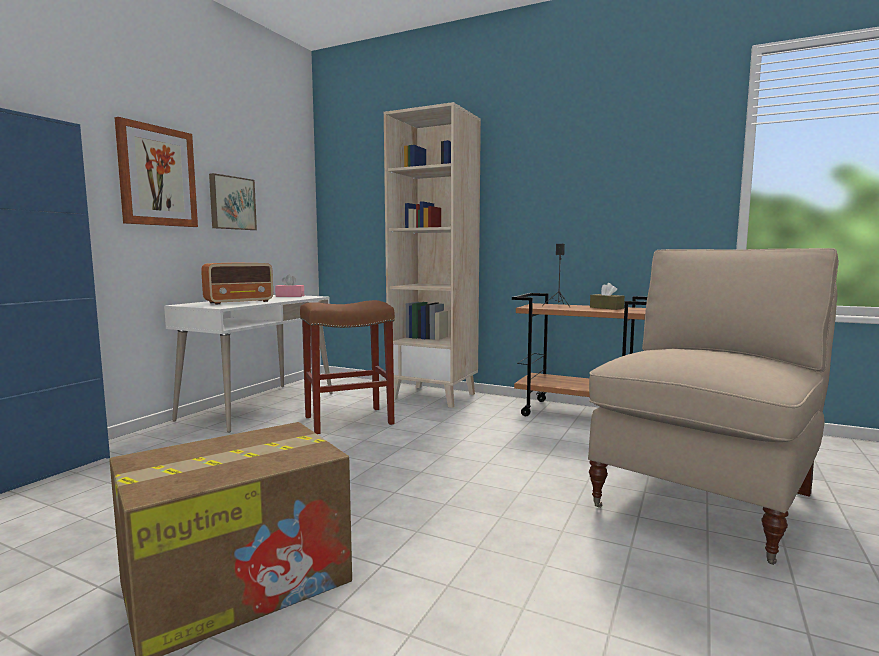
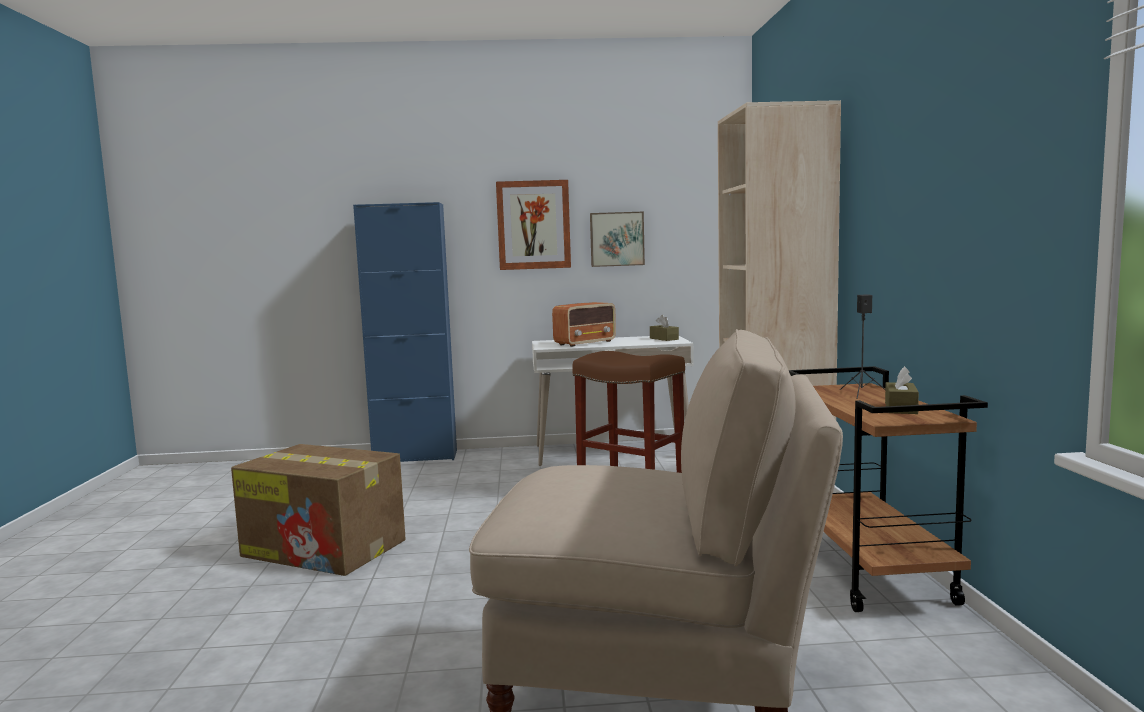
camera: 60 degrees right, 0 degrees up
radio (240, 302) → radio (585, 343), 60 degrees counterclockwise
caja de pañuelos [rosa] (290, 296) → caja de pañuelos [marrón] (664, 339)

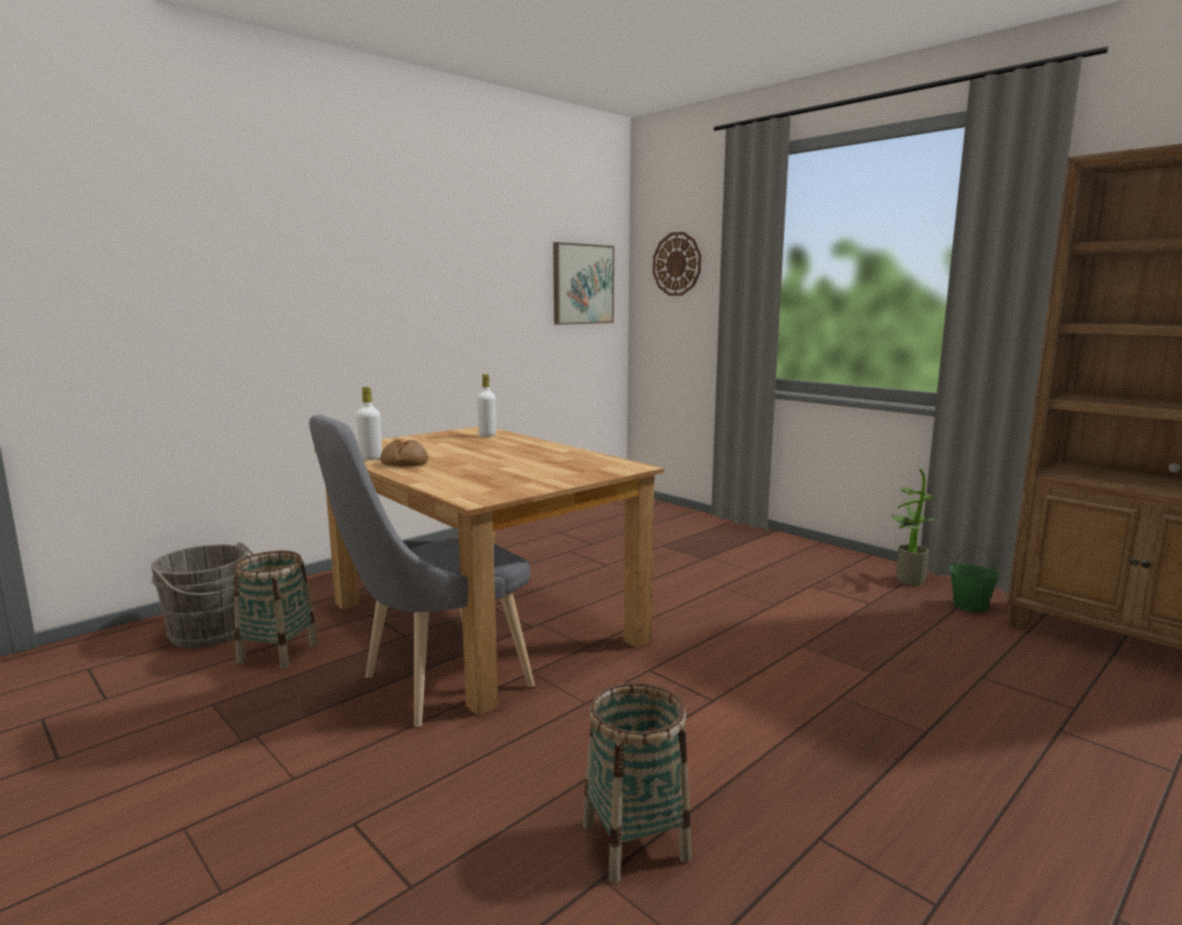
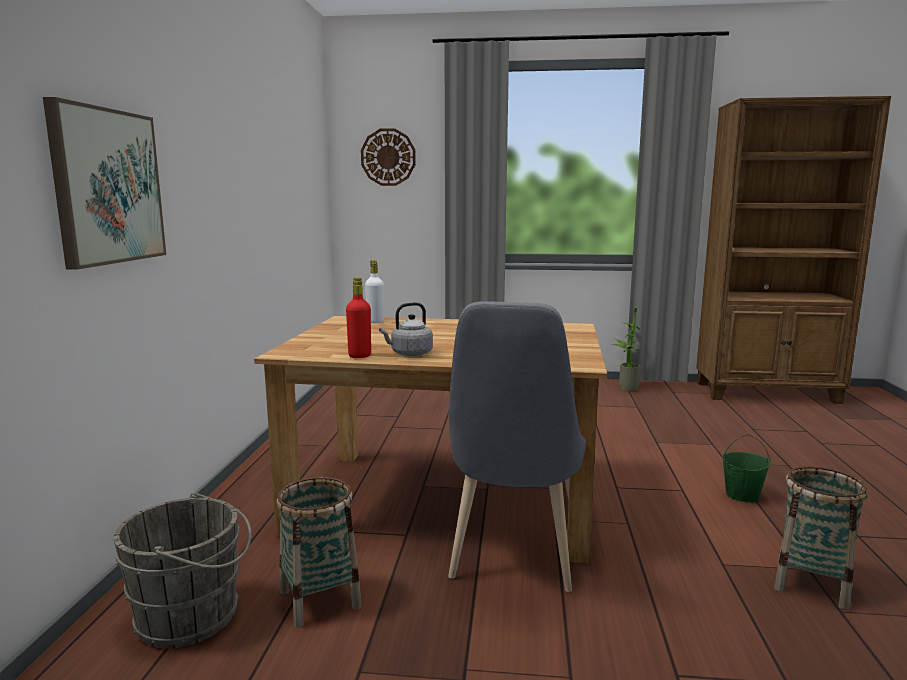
camera: 40 degrees left, 0 degrees up
cuadro (582, 284) → cuadro (107, 186), move
botella [blanco] (371, 458) → botella [rojo] (359, 356)
pan (404, 463) → hervidor [gris] (409, 354)
cubo [verde] (970, 606) → cubo [verde] (742, 495), move

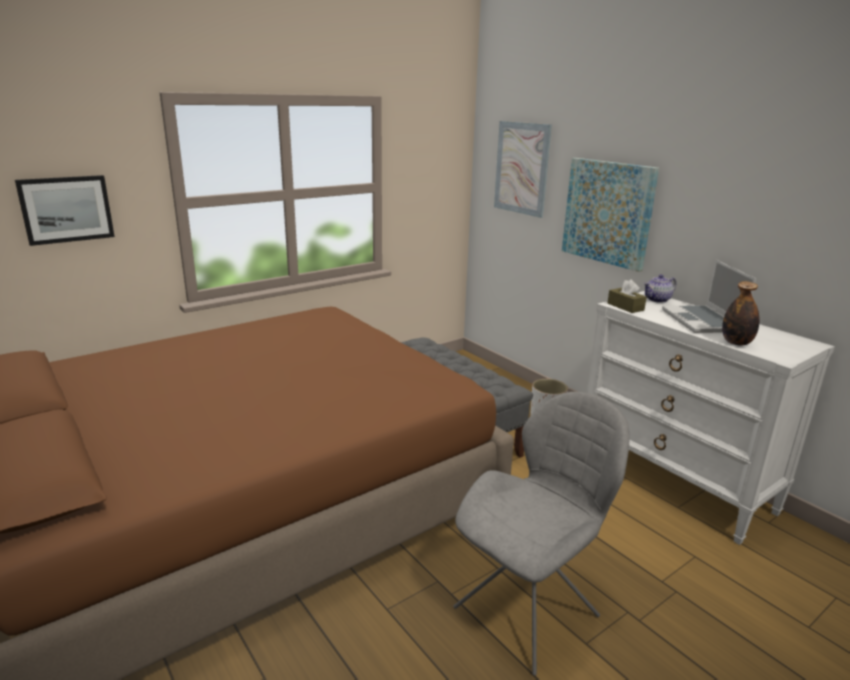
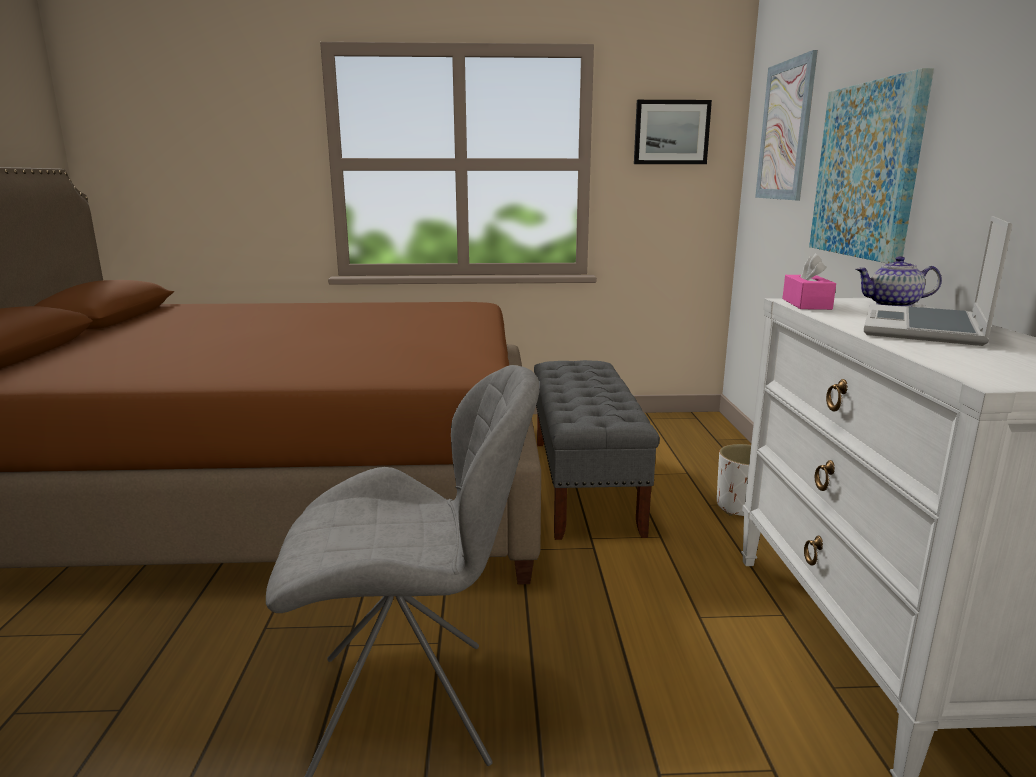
camera: 35 degrees right, 5 degrees down
cuadro (66, 209) → cuadro (671, 132), move
caja de pañuelos [marrón] (625, 307) → caja de pañuelos [rosa] (806, 304)
botella (736, 343) → -

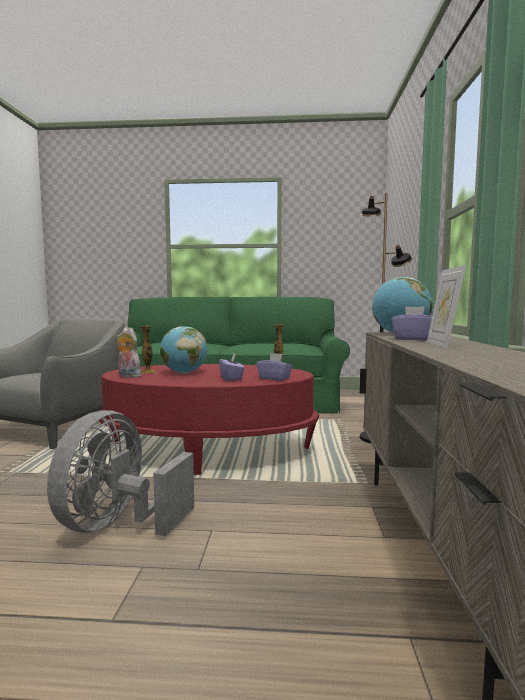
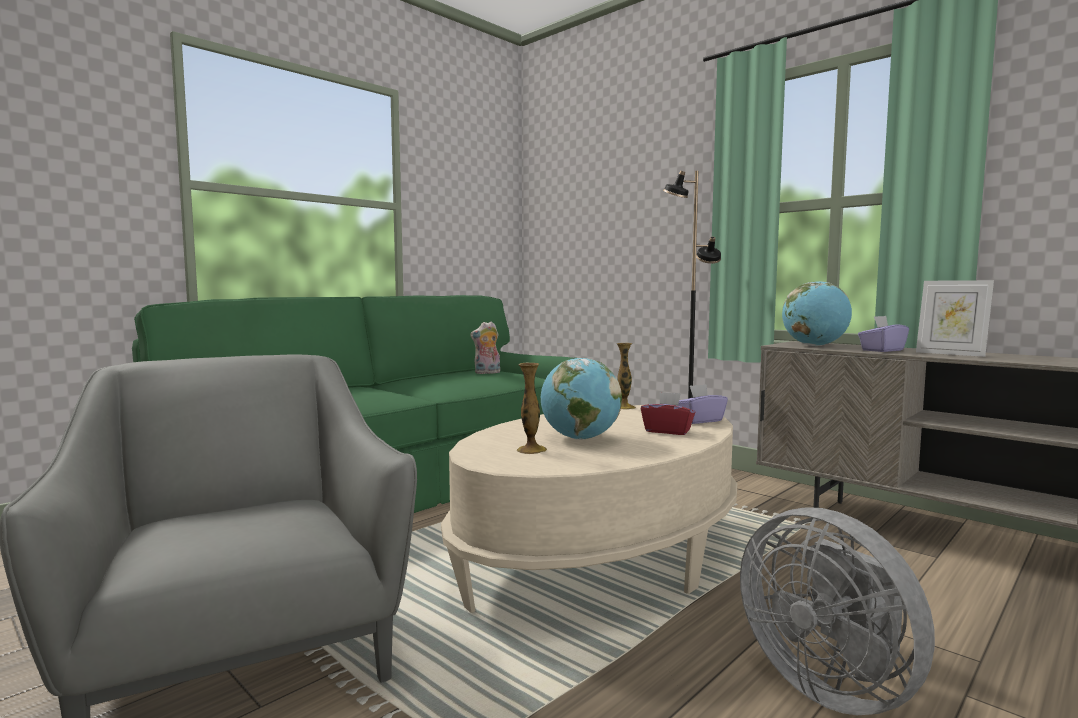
camera: 50 degrees left, 0 degrees up
mesa de centro [rojo] (208, 449) → mesa de centro [beis] (601, 557)
peluche (128, 376) → peluche (487, 373), move
caja de pañuelos [morado] (231, 378) → caja de pañuelos [rojo] (667, 431)

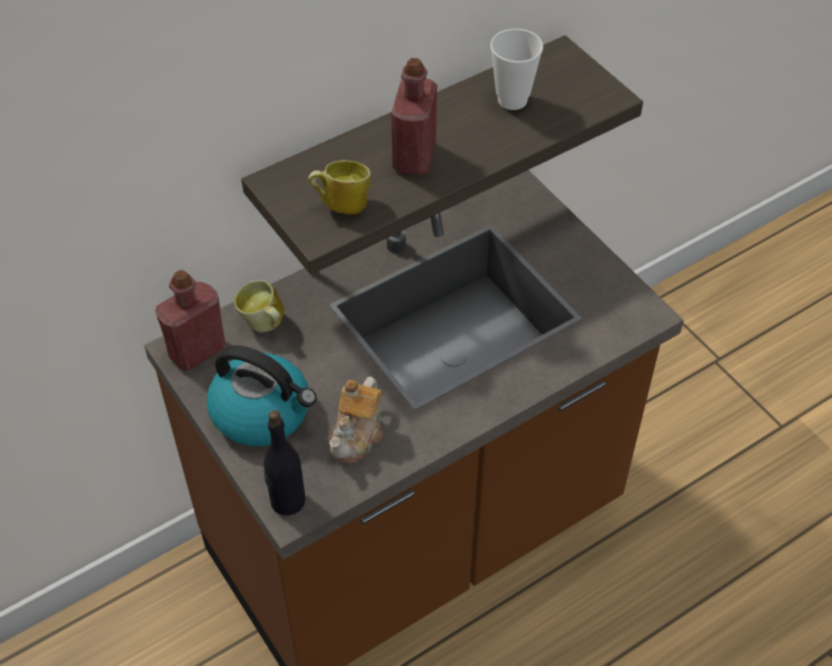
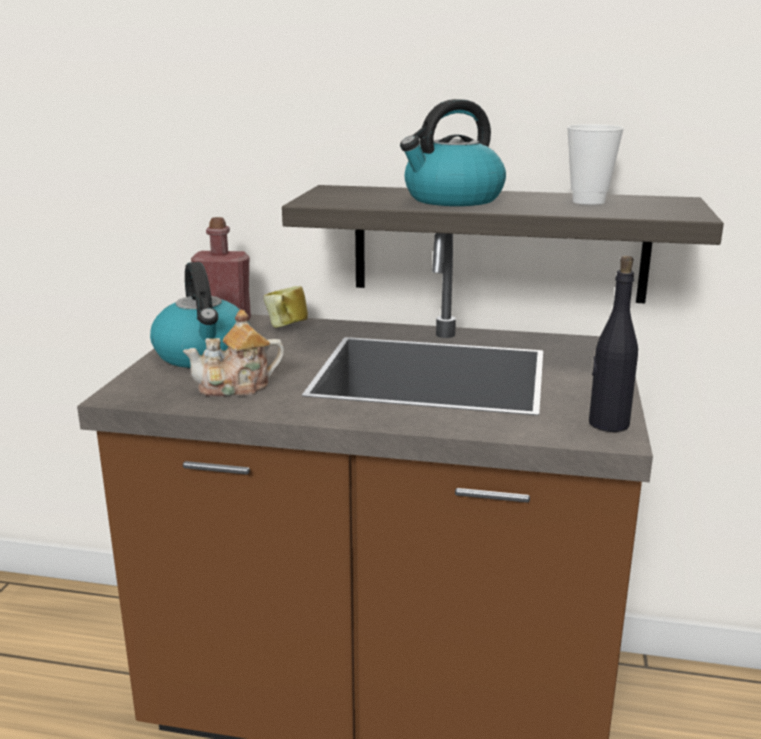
camera: 45 degrees right, 30 degrees down
botella [rojo] (414, 157) → hervidor (452, 199)
botella [negro] (287, 501) → botella [negro] (608, 424), move
taza grande (341, 205) → -

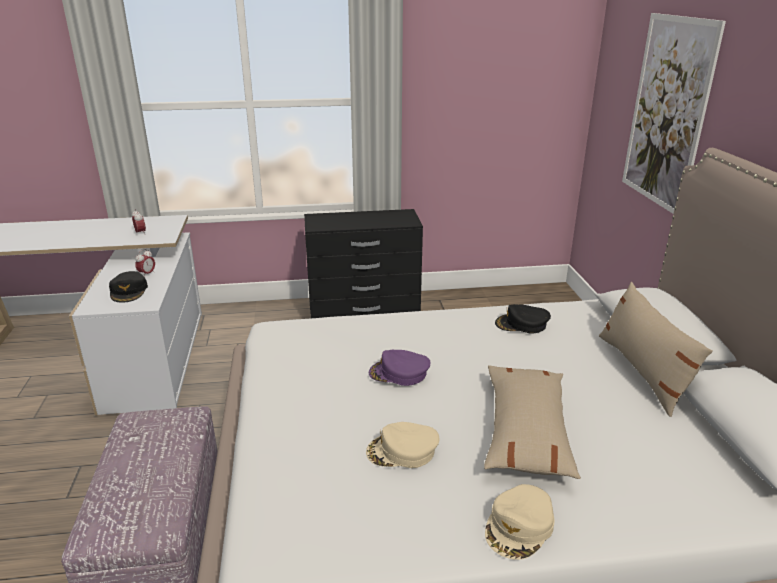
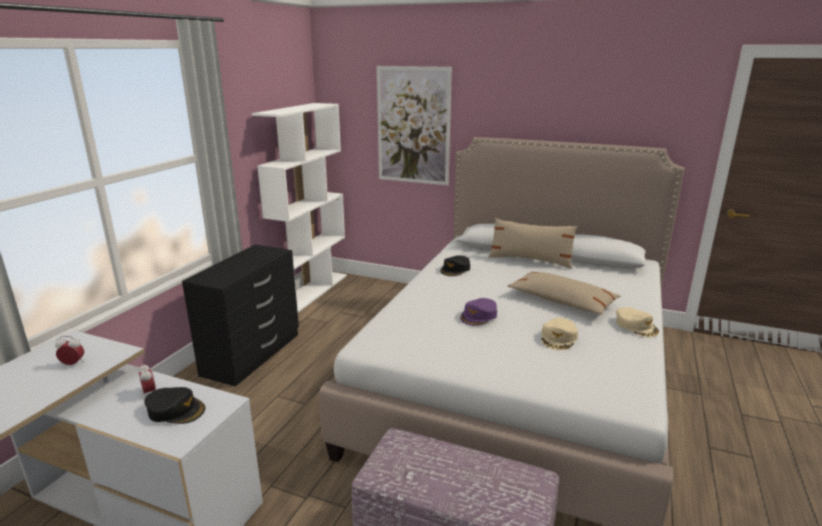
camera: 60 degrees left, 5 degrees down
- → estantería [blanco] (312, 290)

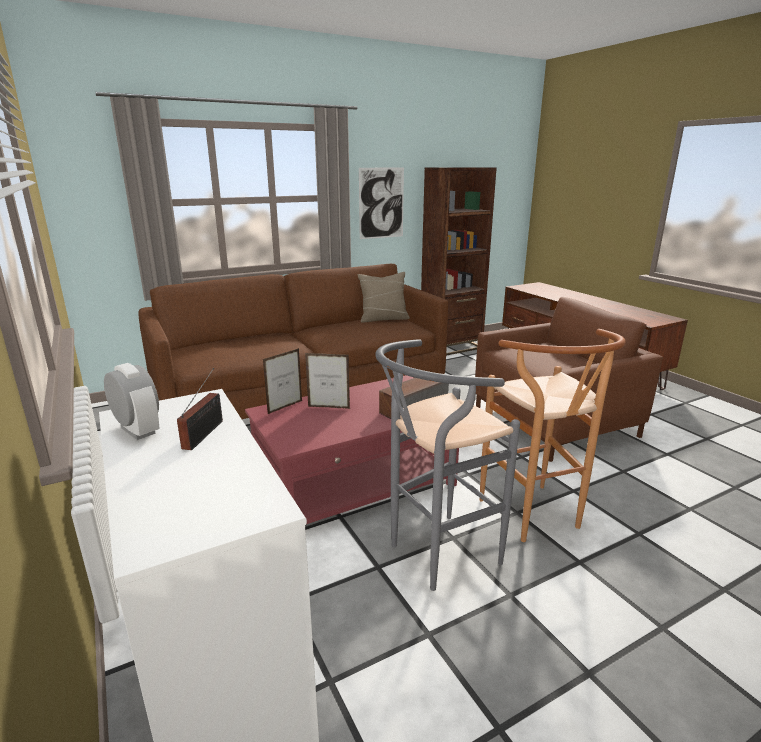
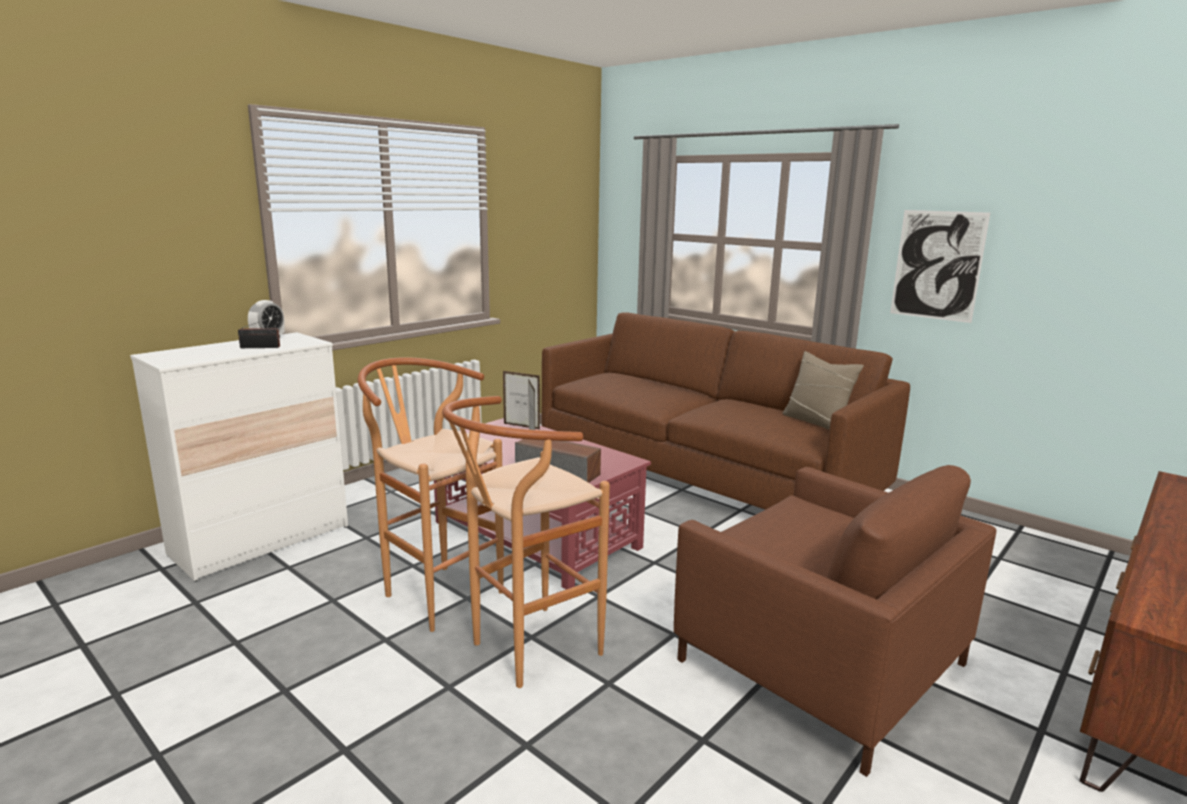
camera: 70 degrees right, 5 degrees down
taburete [gris] (435, 556) → taburete [marrón] (435, 591)
estantería [marrón] (451, 347) → -

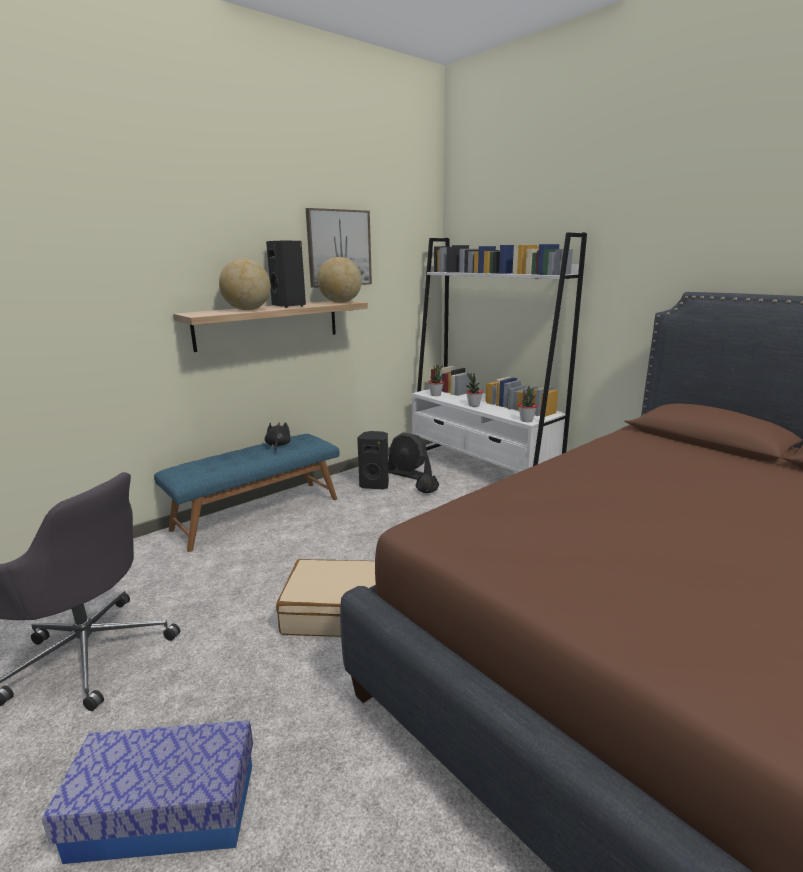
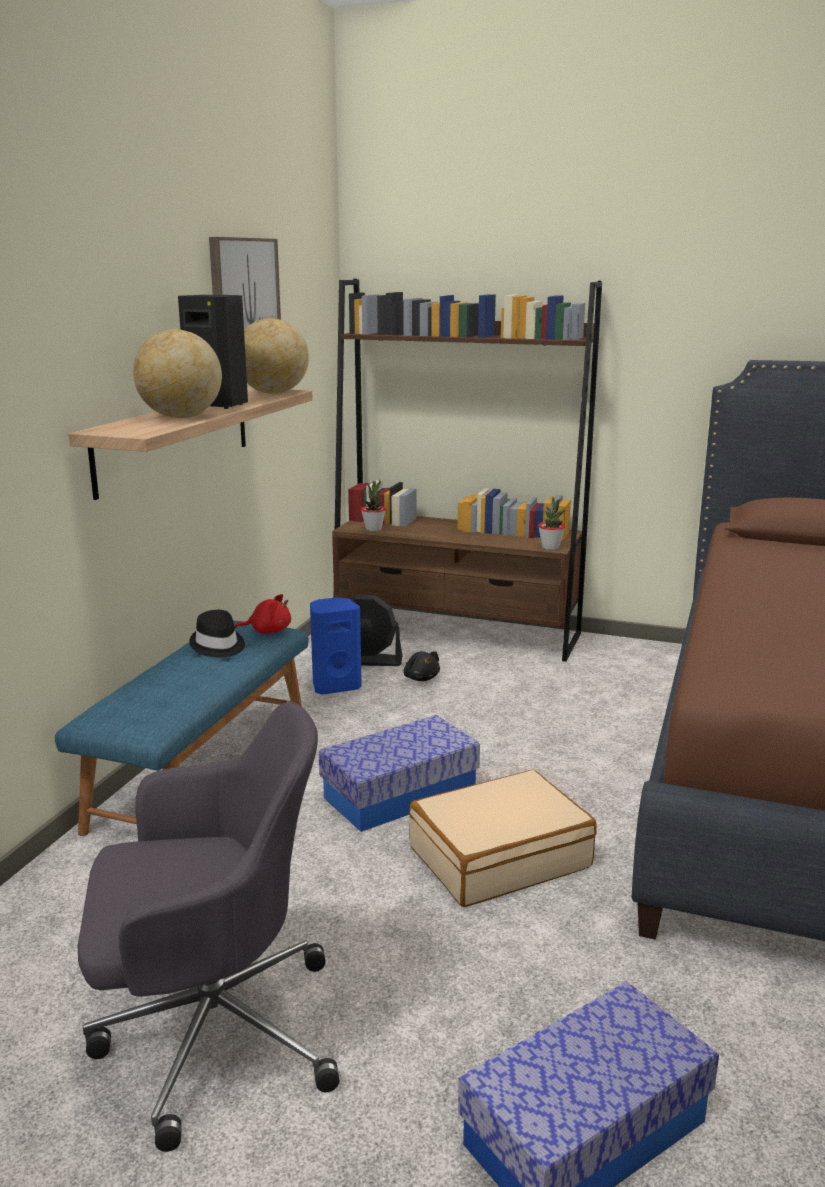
camera: 30 degrees left, 0 degrees up
peluche [negro] (278, 445) → sombrero [negro] (218, 646)
- → peluche [rojo] (268, 631)
altavoz [negro] (375, 485) → altavoz [azul] (335, 686)
- → caja de almacenaje (400, 794)
estantería [blanco] (482, 468) → estantería [marrón] (457, 632)
planta en maceta (473, 405) → -

